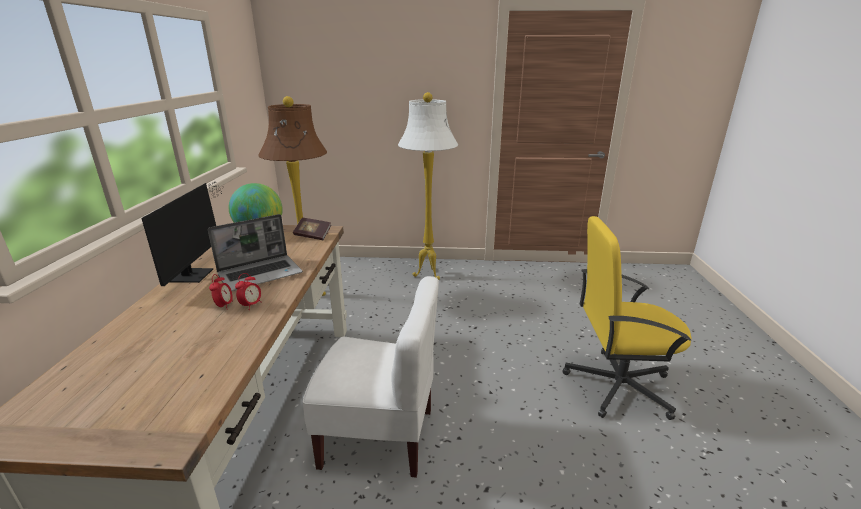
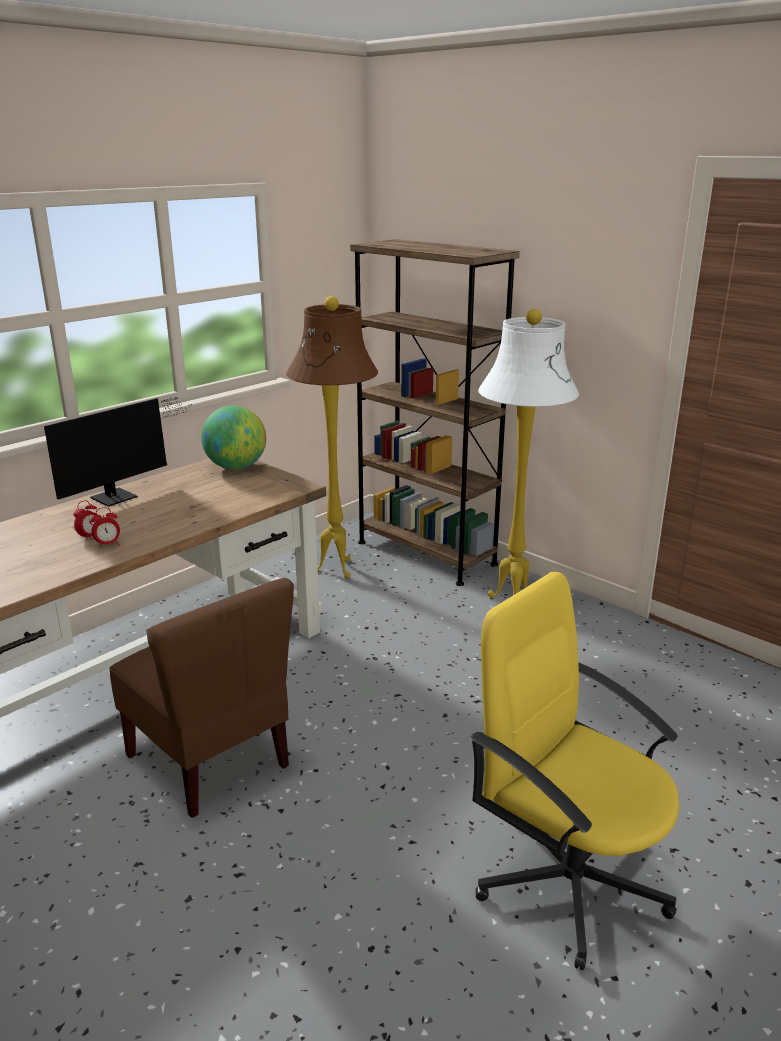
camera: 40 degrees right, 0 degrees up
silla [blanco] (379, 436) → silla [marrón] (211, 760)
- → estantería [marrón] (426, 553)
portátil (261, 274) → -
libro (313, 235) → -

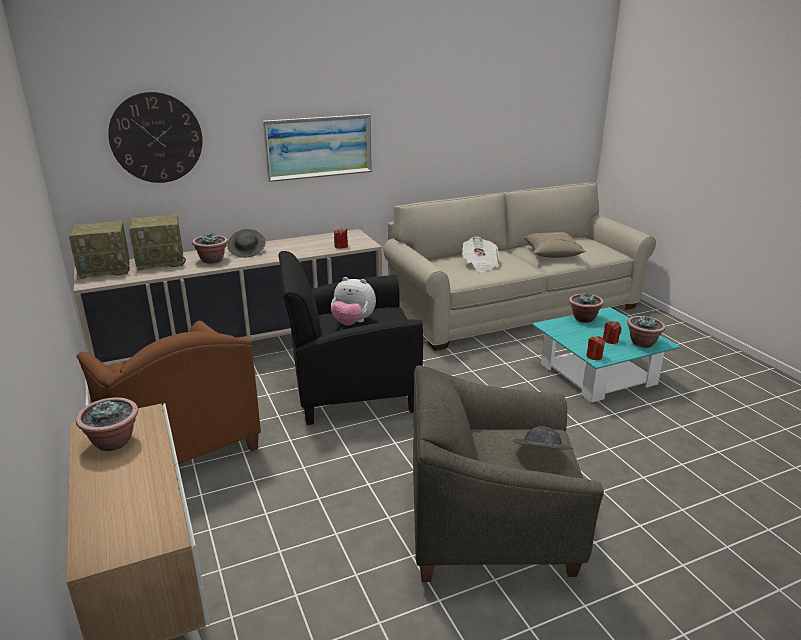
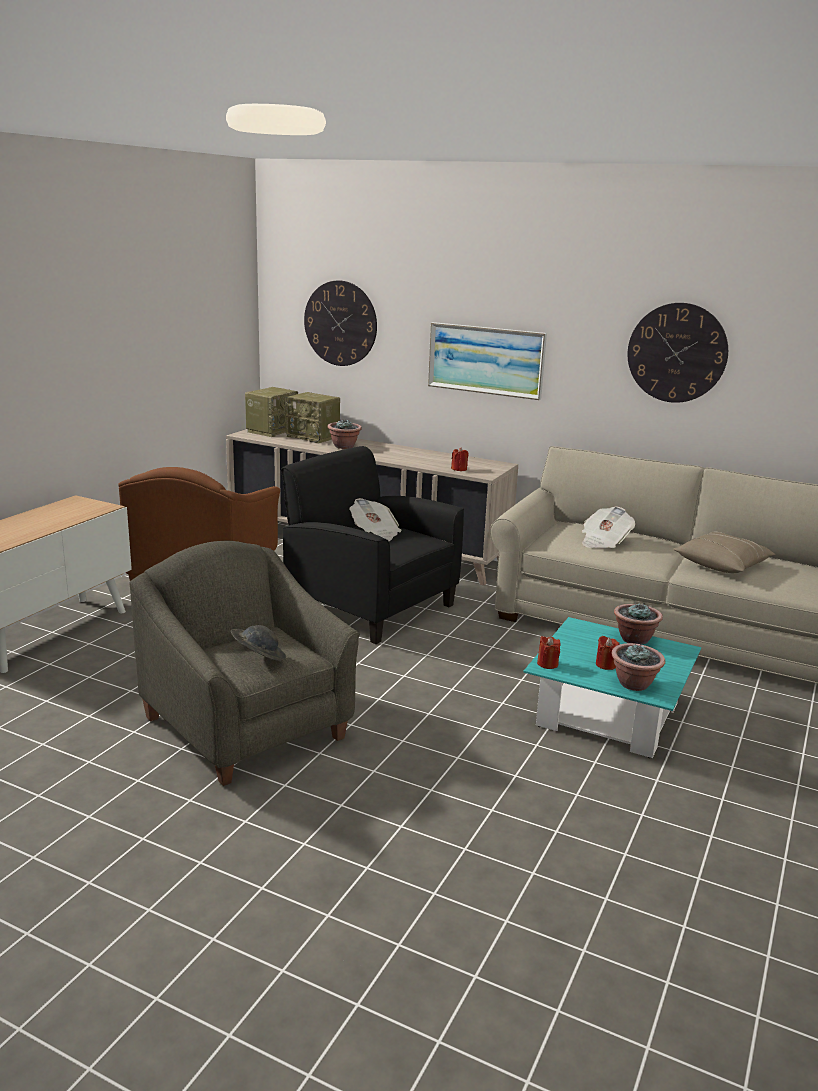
camera: 50 degrees right, 5 degrees down
radio (106, 269) → radio (272, 430), 90 degrees counterclockwise
peluche (353, 323) → periódico (375, 533)
- → reloj de pared (677, 353)
planta en maceta (114, 442) → -
sombrero [gris] (247, 252) → -

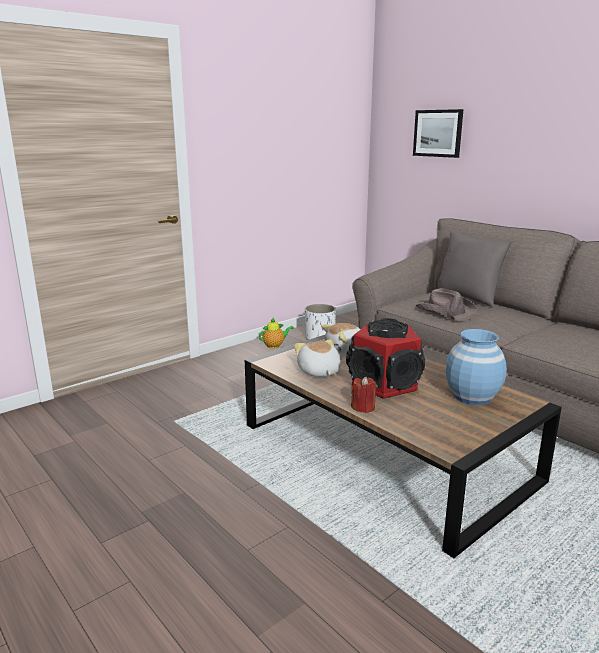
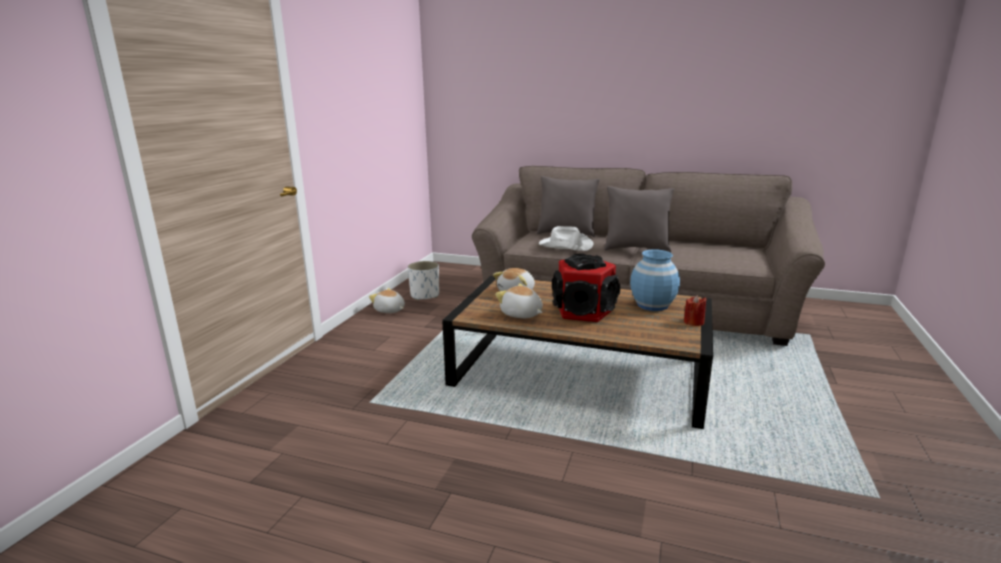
camera: 30 degrees left, 0 degrees up
tetera (275, 346) → peluche (389, 310)
sombrero [marrón] (445, 311) → sombrero [blanco] (565, 245)
- → cojín [gris] (636, 248)
vela [rojo] (363, 407) → vela [rojo] (693, 322), move
cuadro (438, 133) → -

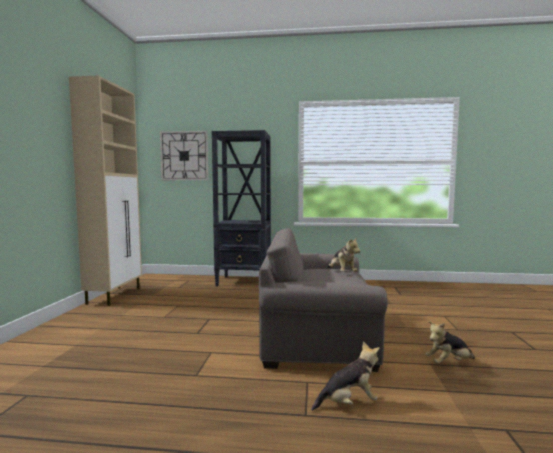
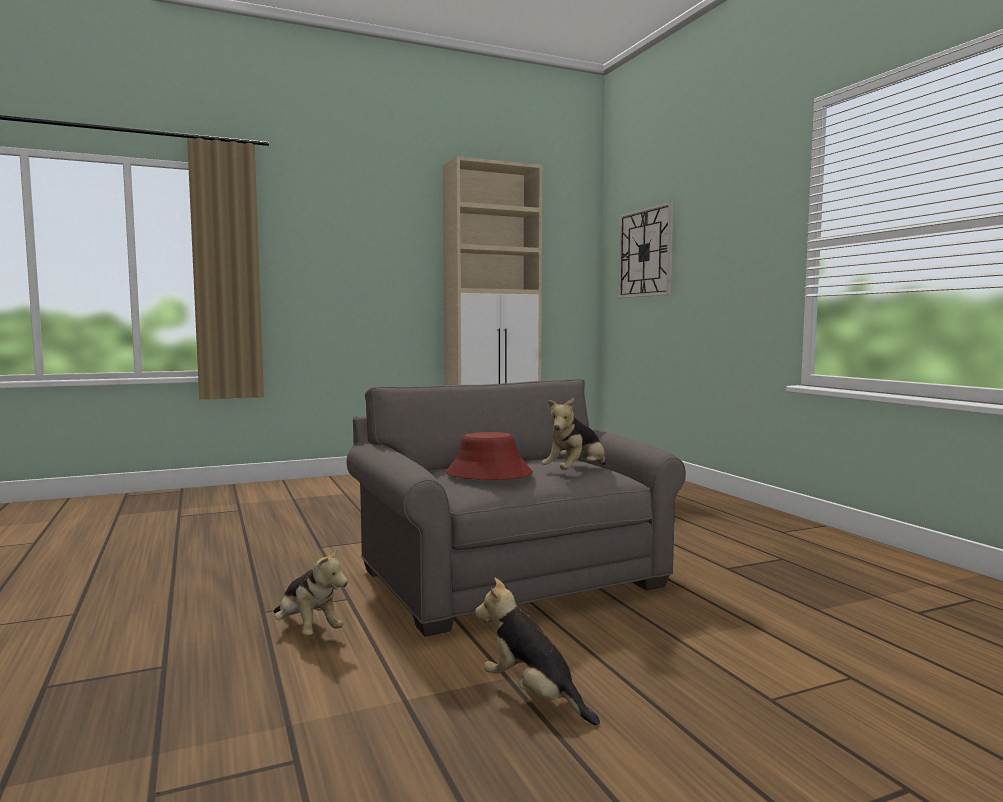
camera: 60 degrees right, 0 degrees up
- → sombrero [rojo] (488, 474)
estantería [negro] (244, 282) → -

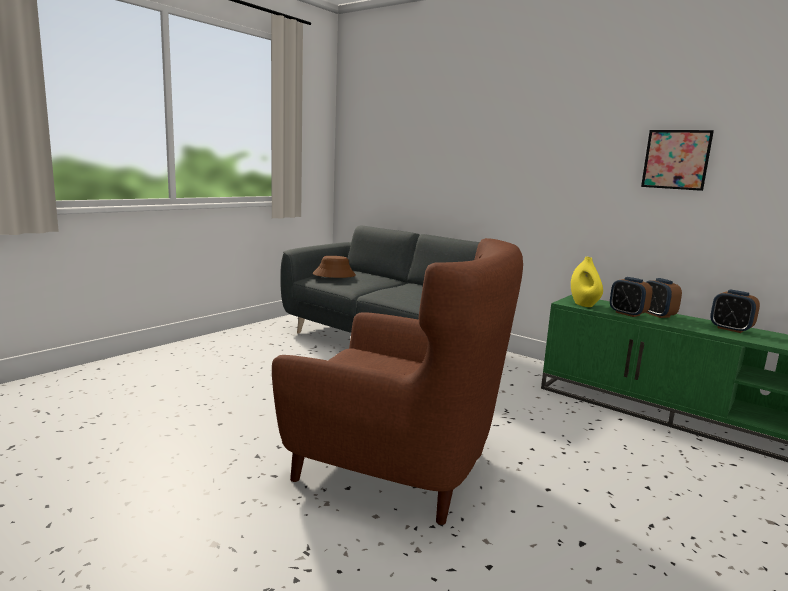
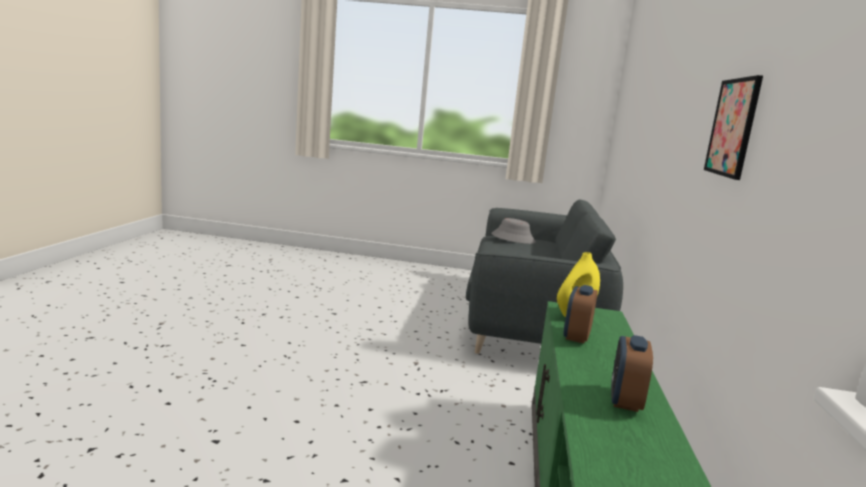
camera: 60 degrees right, 0 degrees up
sombrero [marrón] (334, 275) → sombrero [gris] (513, 238)
sillón [marrón] (398, 467) → -
despertador (657, 315) → -

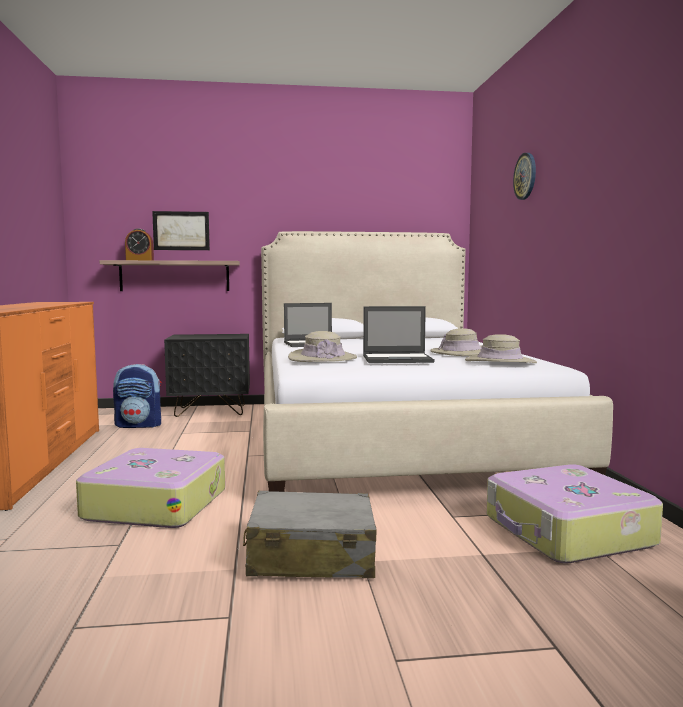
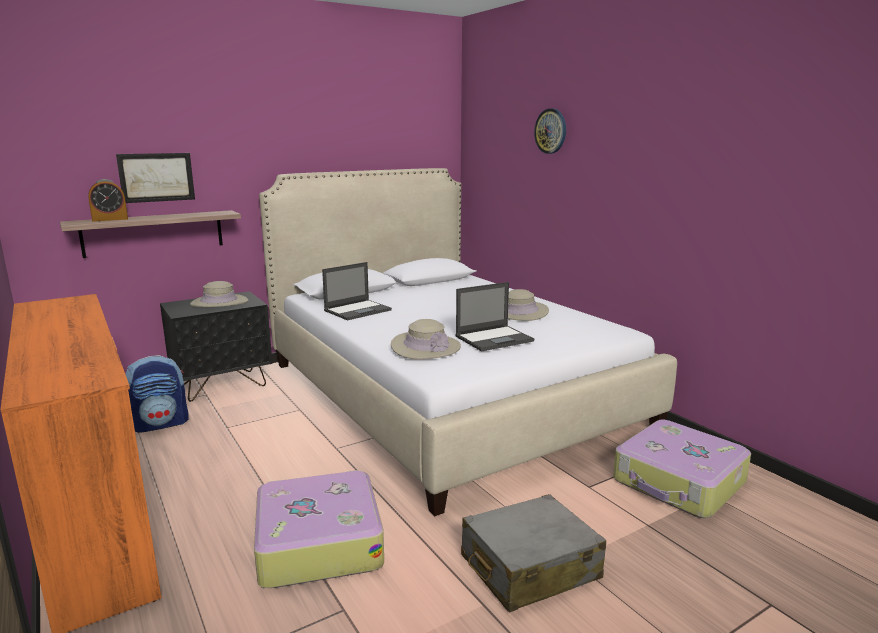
camera: 25 degrees left, 10 degrees up
sombrero [beis] (500, 362) → sombrero [beis] (219, 303), move

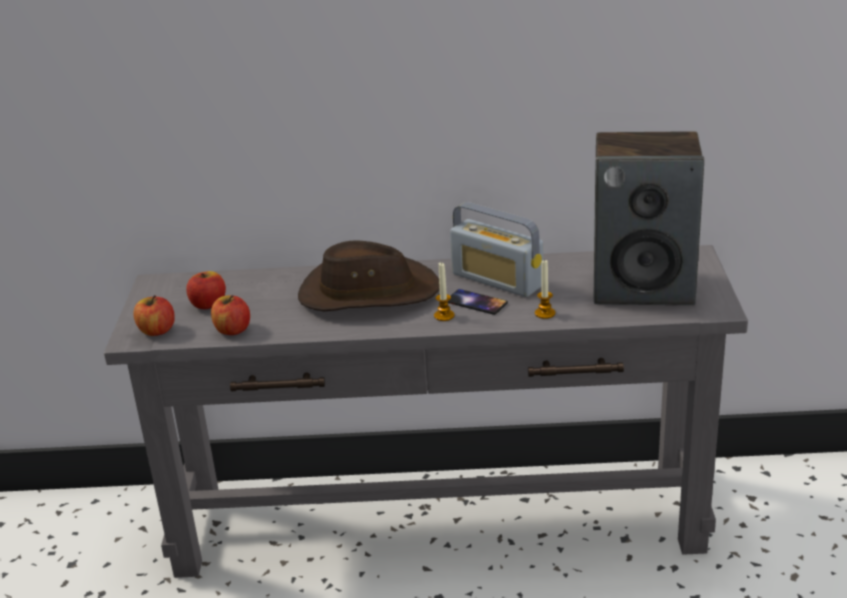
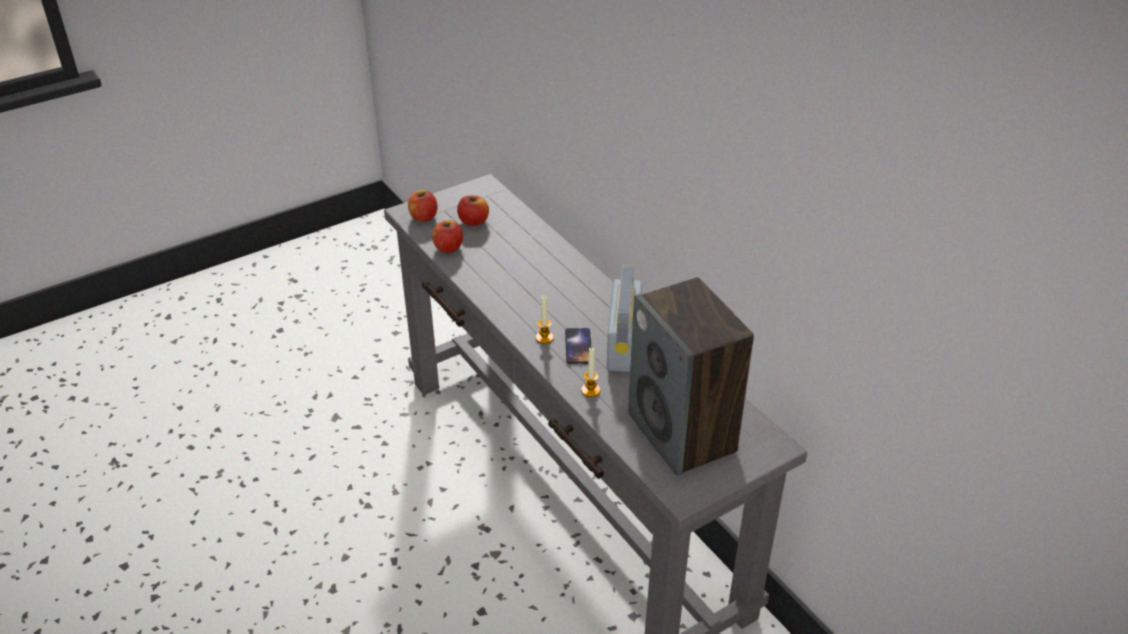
camera: 55 degrees right, 10 degrees up
sombrero [marrón] (368, 292) → -

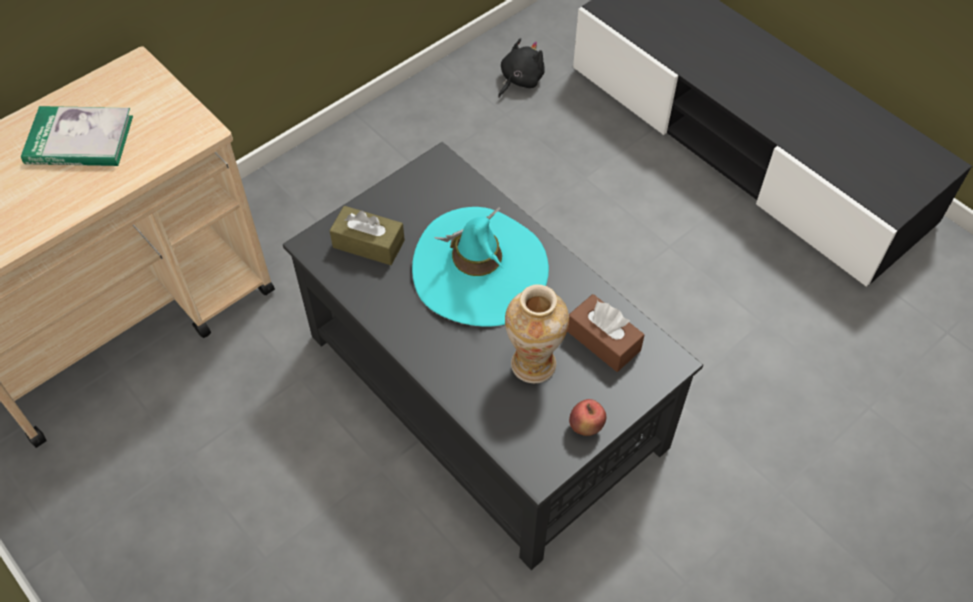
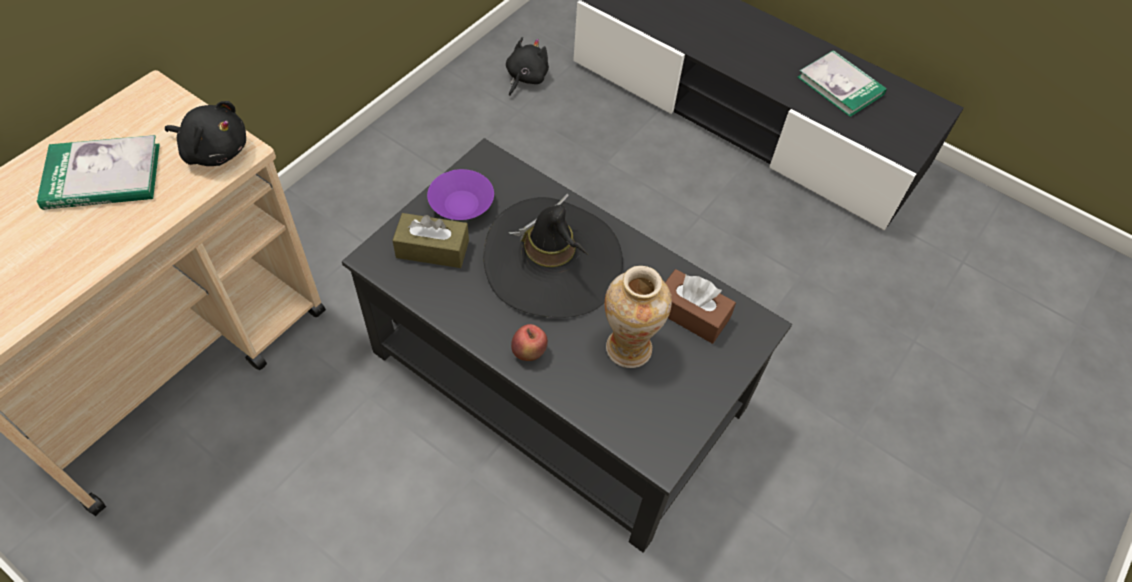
camera: 15 degrees left, 0 degrees up
- → peluche [negro] (214, 150)
- → cuenco [morado] (462, 204)
sombrero [turquesa] (480, 272) → sombrero [negro] (553, 262)
manzana (586, 427) → manzana (529, 353), move
- → libro (840, 86)

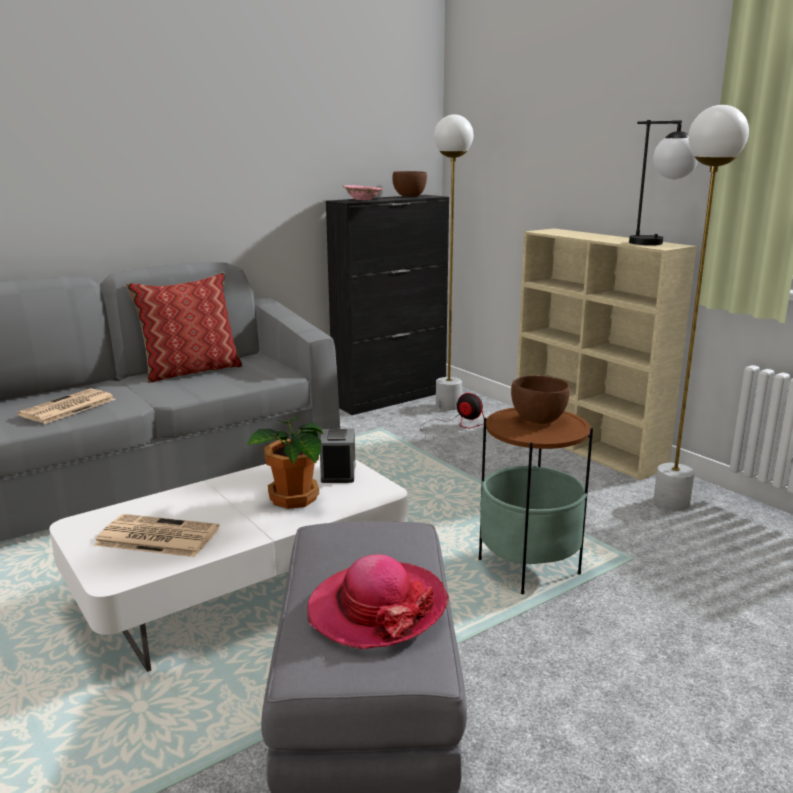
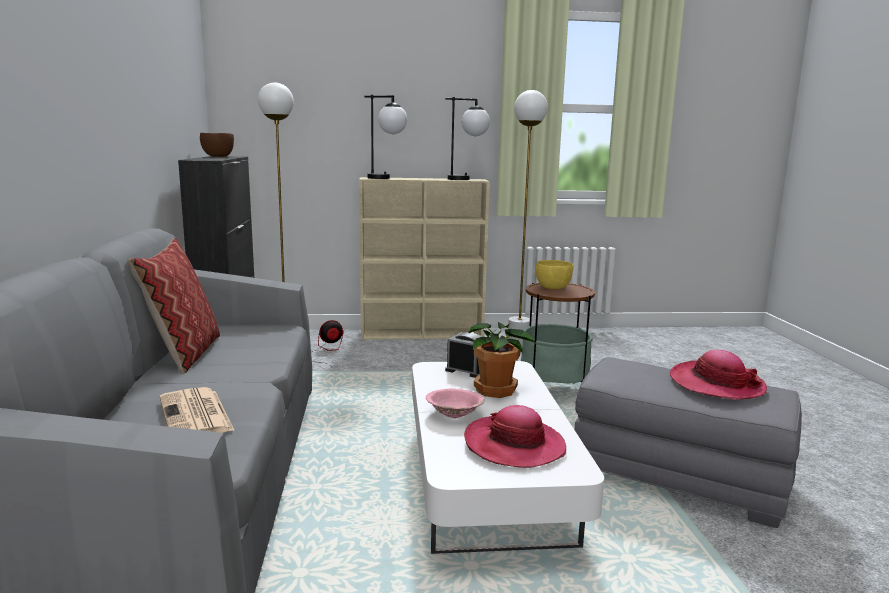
camera: 60 degrees left, 5 degrees down
- → lámpara de mesa (387, 178)
cuenco [rosa] (362, 199) → cuenco [rosa] (454, 414), move
periódico (155, 537) → sombrero (514, 445)
cuenco [marrón] (537, 420) → cuenco [amarillo] (552, 288)

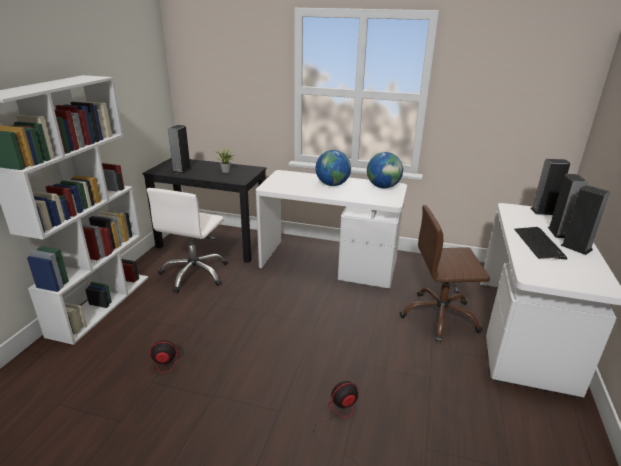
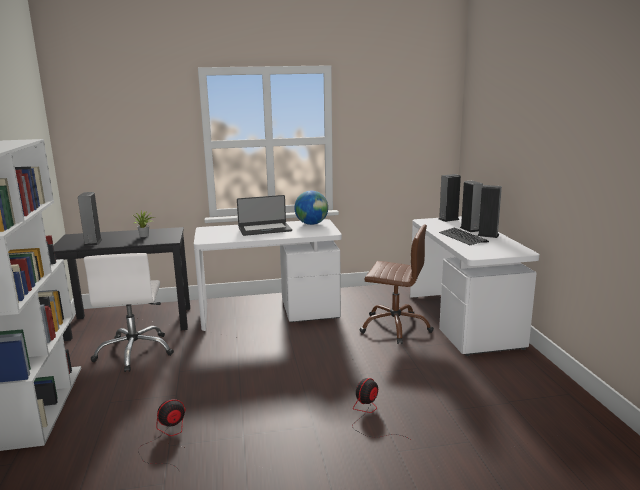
camera: 25 degrees left, 10 degrees down
globo terráqueo (332, 185) → portátil (264, 229)
silla de oficina [marrón] (439, 317) → silla de oficina [marrón] (395, 327), 135 degrees counterclockwise

